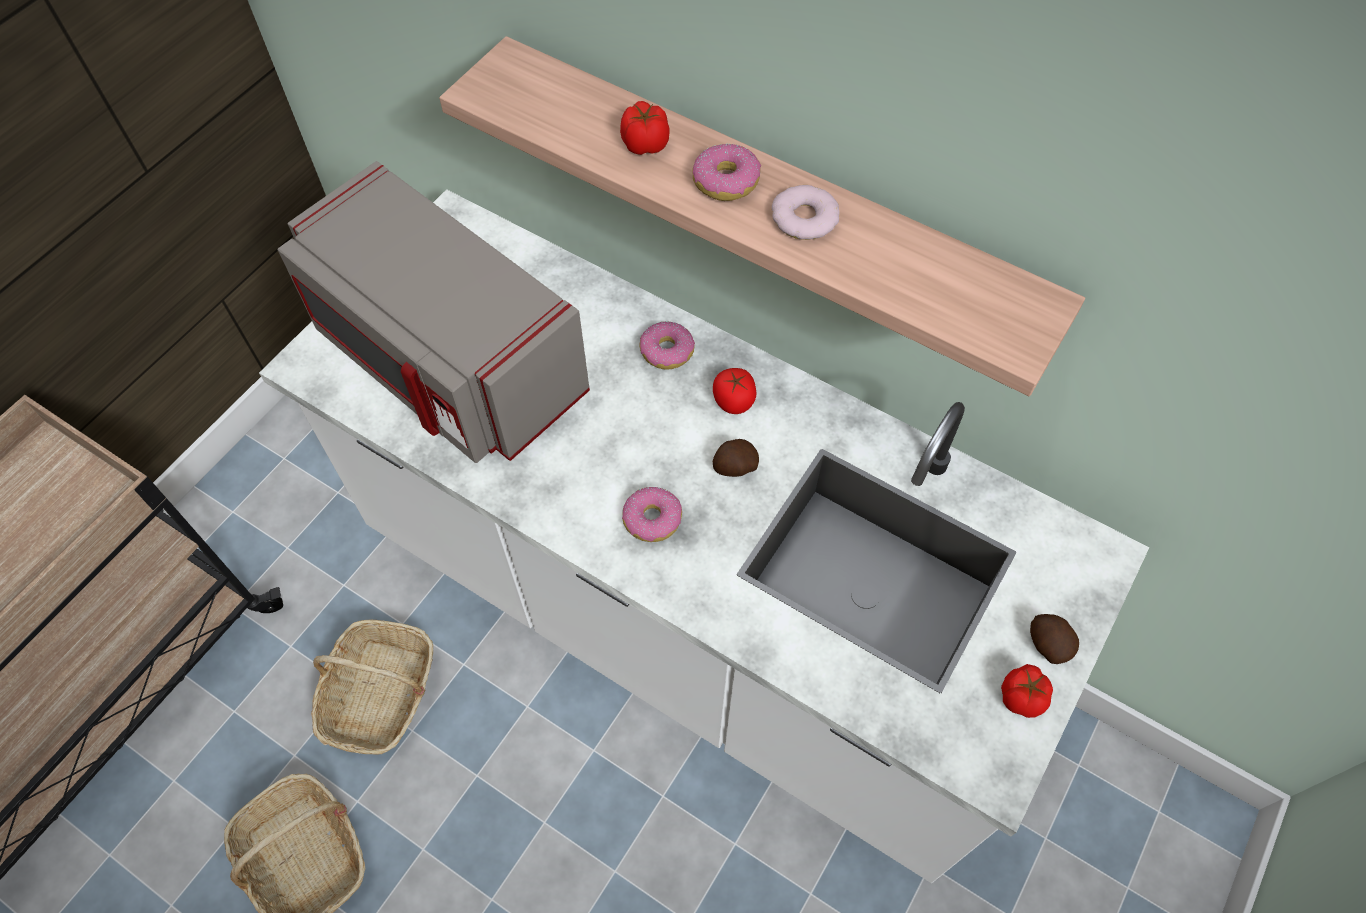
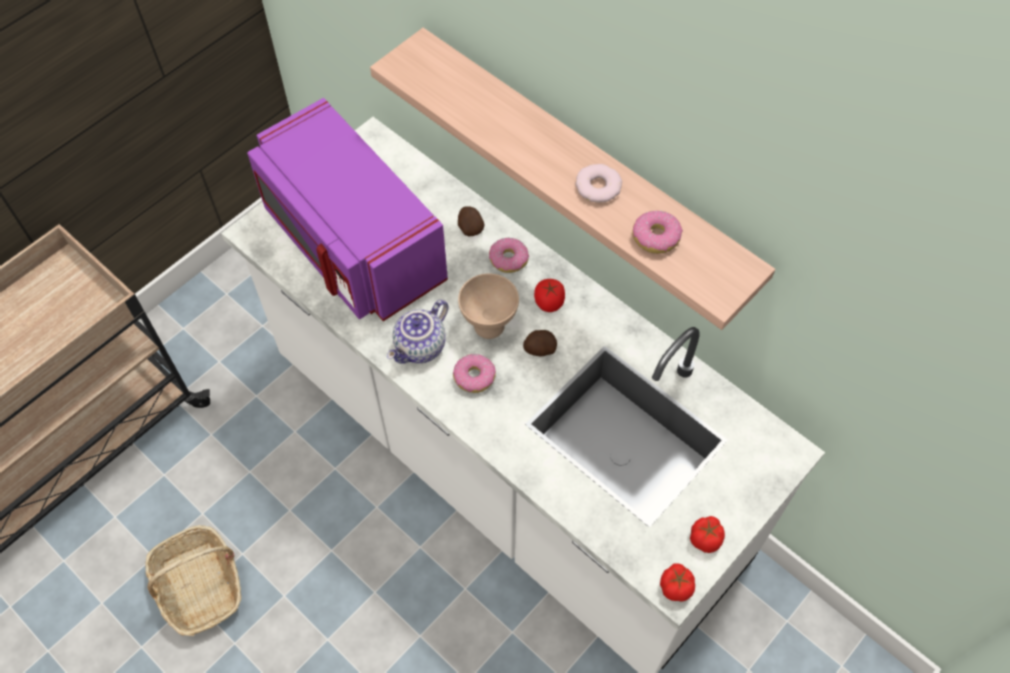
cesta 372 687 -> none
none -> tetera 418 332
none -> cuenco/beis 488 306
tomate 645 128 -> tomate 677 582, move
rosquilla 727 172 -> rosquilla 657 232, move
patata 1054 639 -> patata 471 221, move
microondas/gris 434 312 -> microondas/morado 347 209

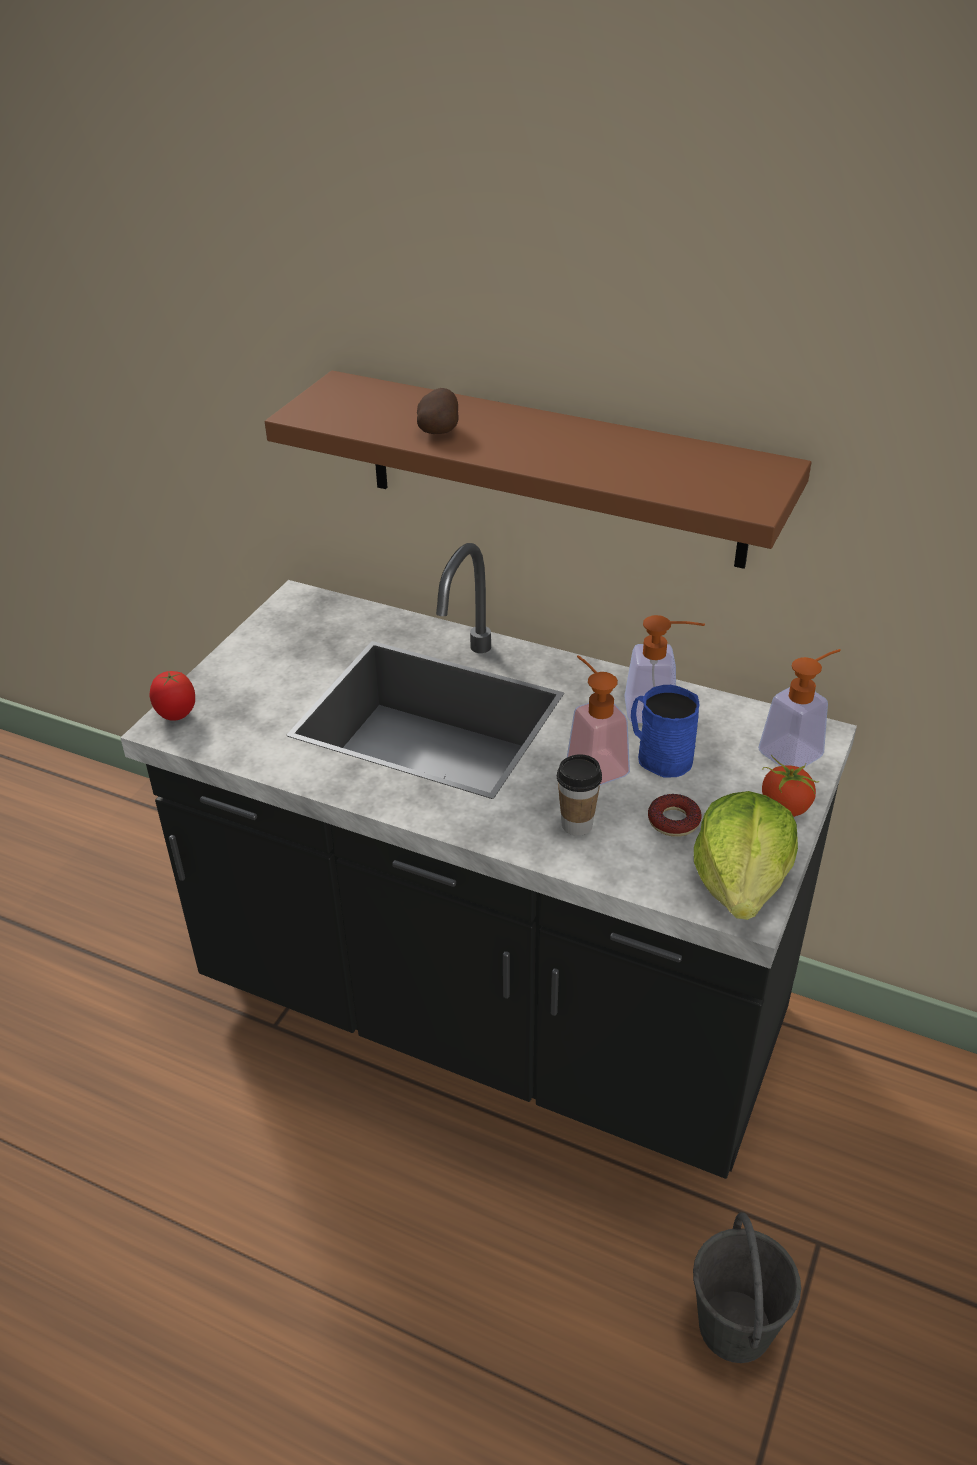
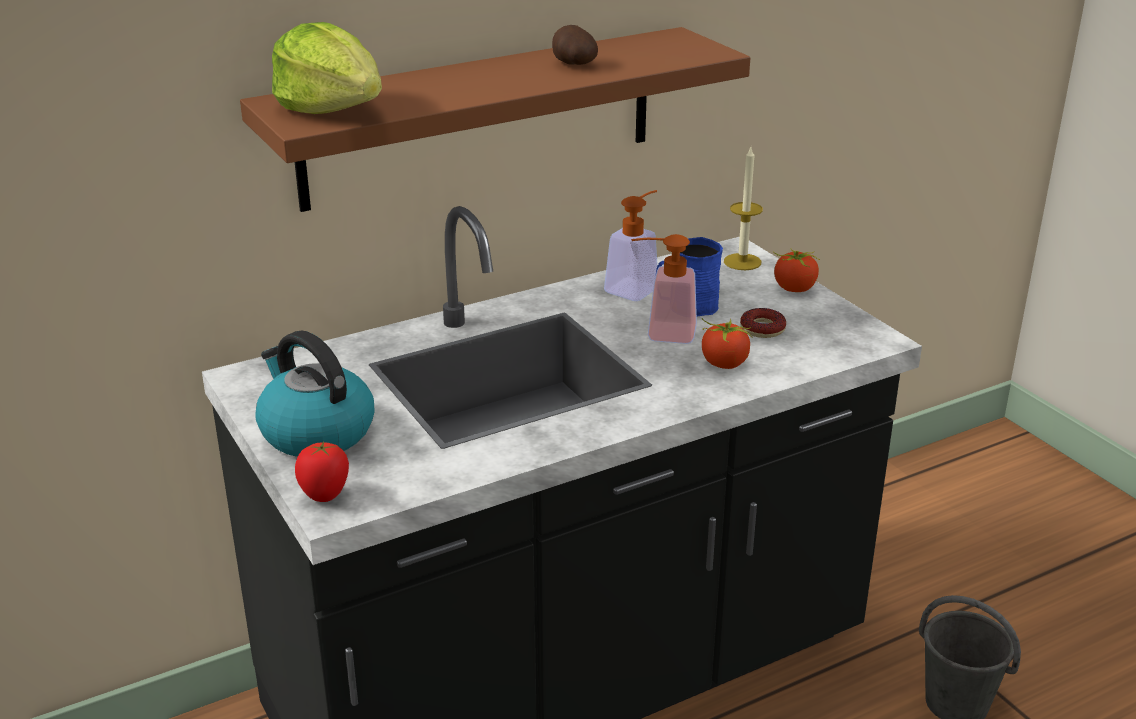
none -> hervidor 314 393
patata 438 411 -> patata 575 45, move
lechuga 746 855 -> lechuga 327 68, move
taza 579 795 -> tomate 727 343
dispensador de jabón 799 708 -> vela 743 208

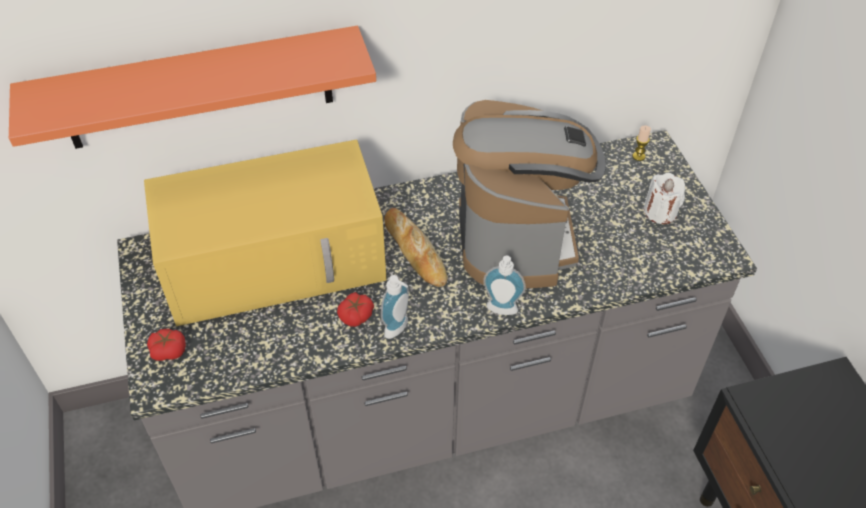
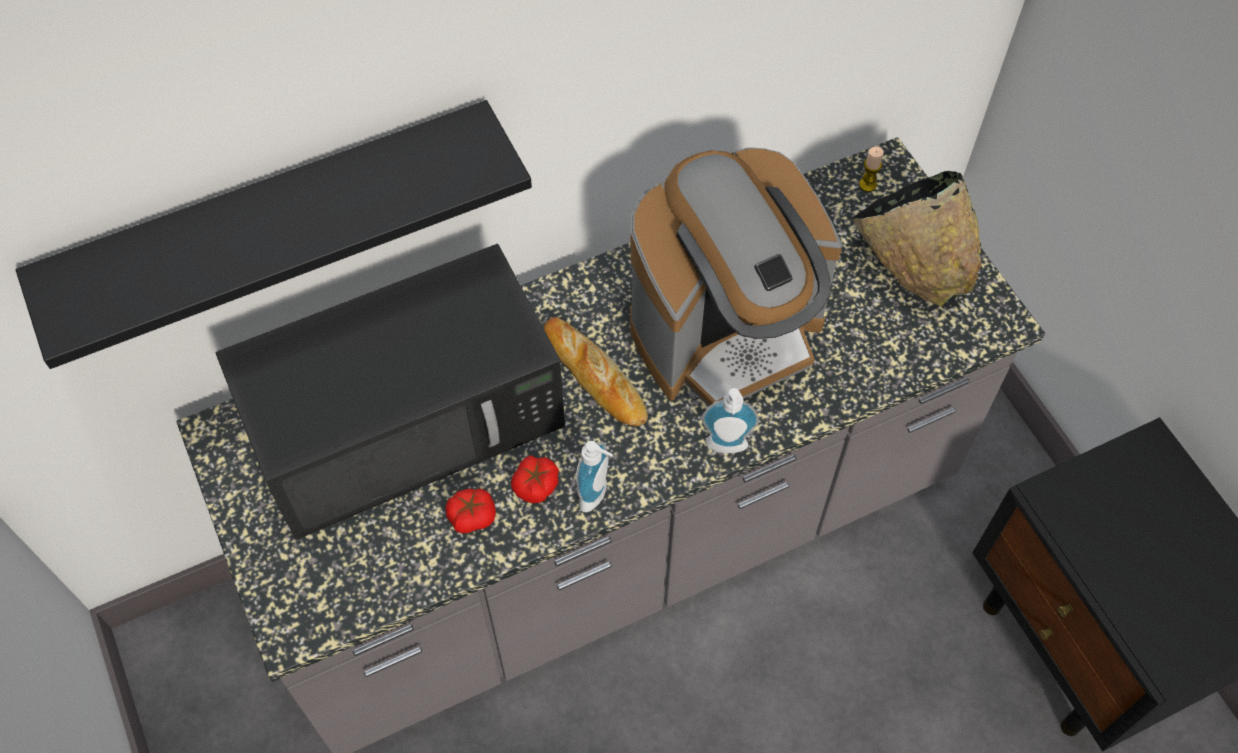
tomate 166 345 -> tomate 471 511, move
vela/blanco 664 198 -> cuenco/negro 917 238
estante/naranja 192 87 -> estante/negro 274 234
microondas/amarillo 265 232 -> microondas/negro 390 392
cafetera 529 194 -> cafetera 736 276, 75 degrees clockwise

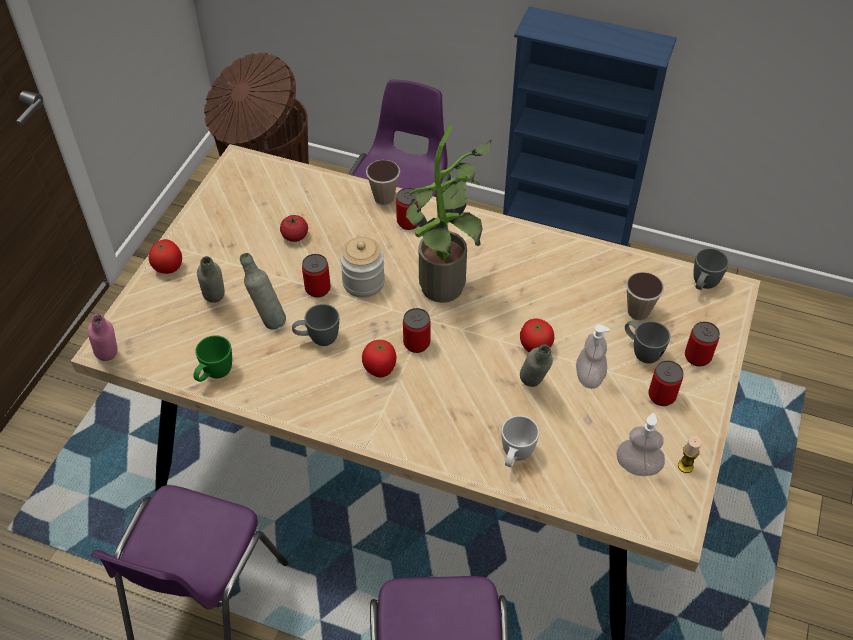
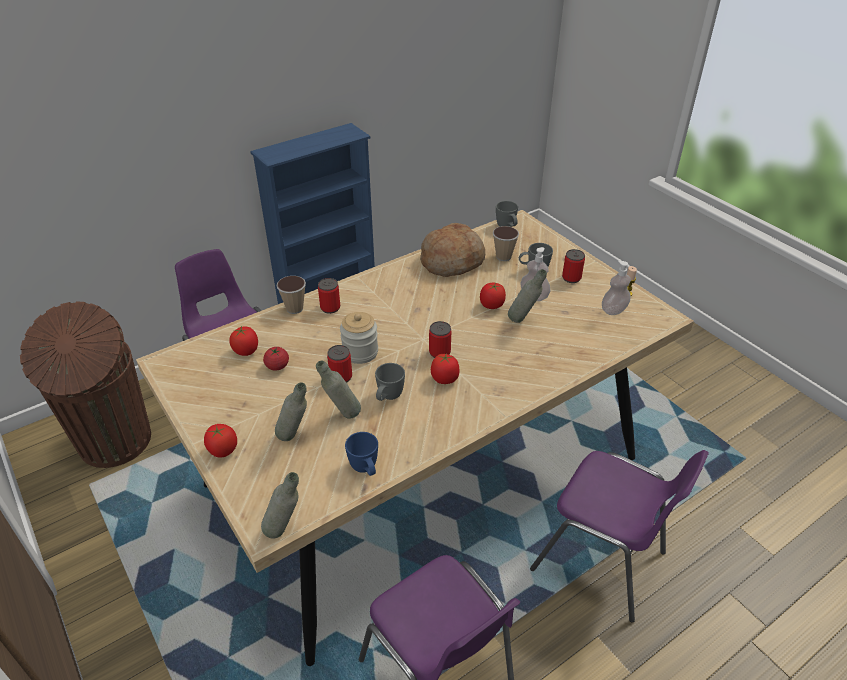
planta en maceta 449 214 -> none
taza grande/blanco 520 441 -> none
lata 702 344 -> none
none -> tomate 243 341
none -> pan 452 250
botella/rosa 102 337 -> botella/gris 280 505
taza grande/verde 212 358 -> taza grande/azul 361 454

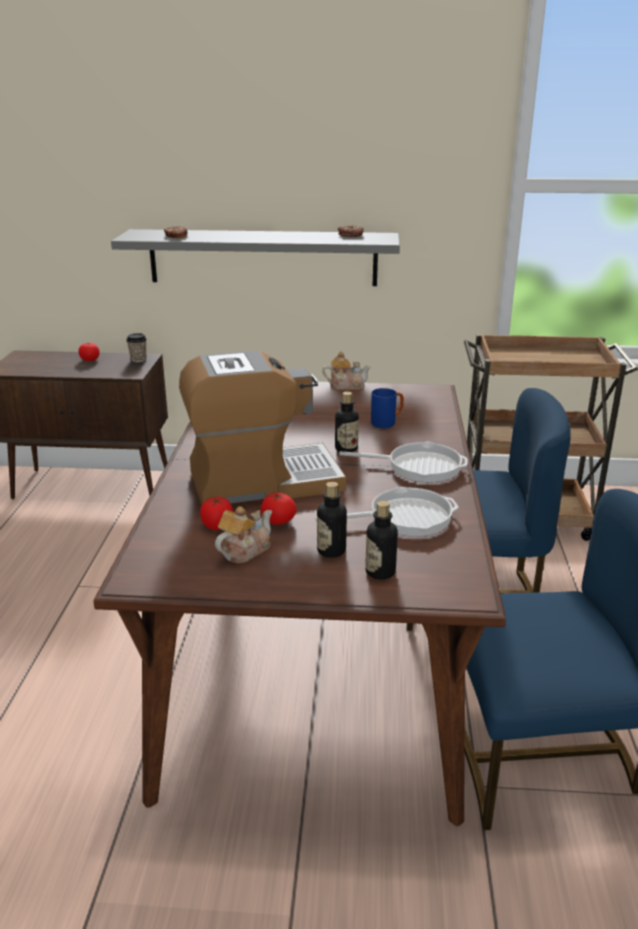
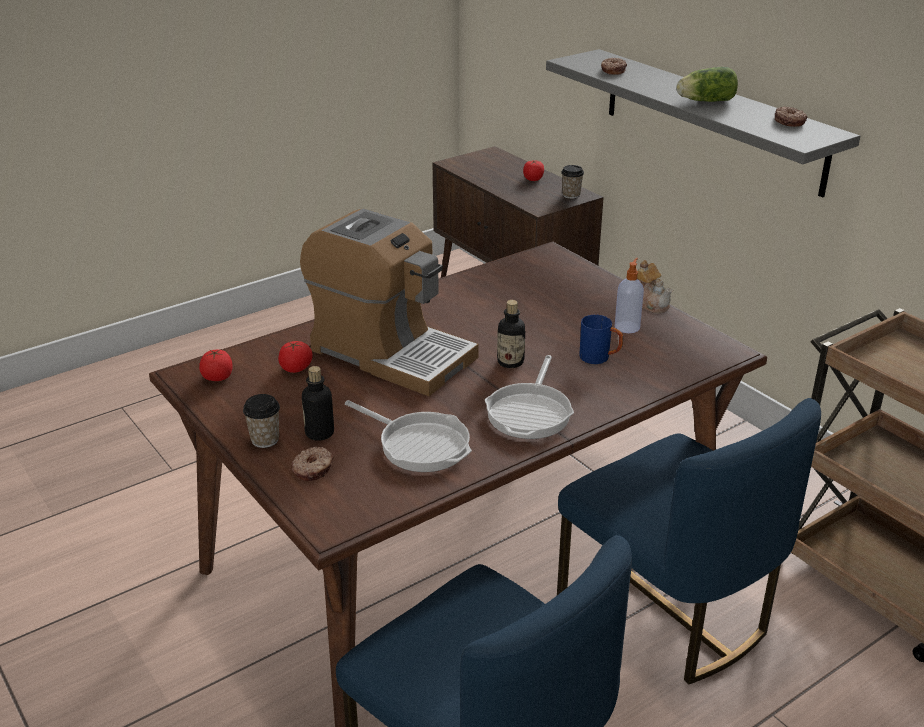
tetera 243 534 -> none
none -> taza 261 421
none -> dispensador de jabón 629 295
none -> lechuga 707 84
tomate 278 509 -> tomate 216 365, move
botella 381 540 -> rosquilla 312 464
sartén 403 462 -> sartén 529 397, 45 degrees clockwise

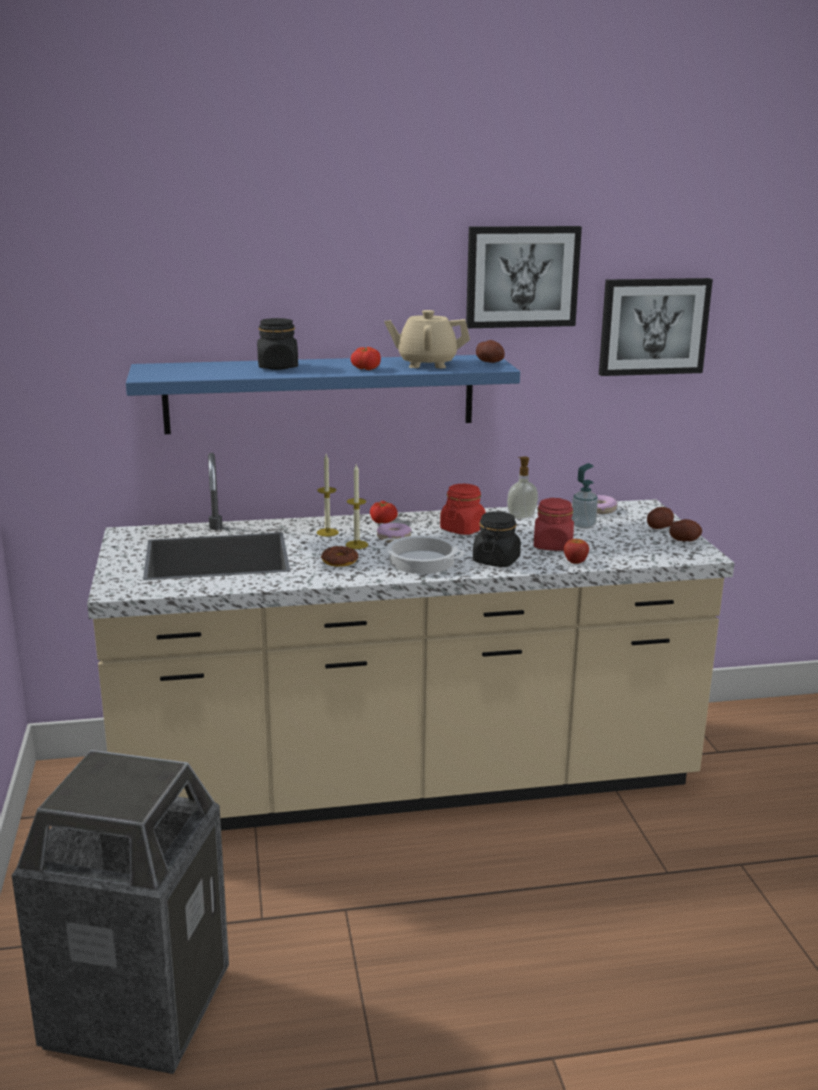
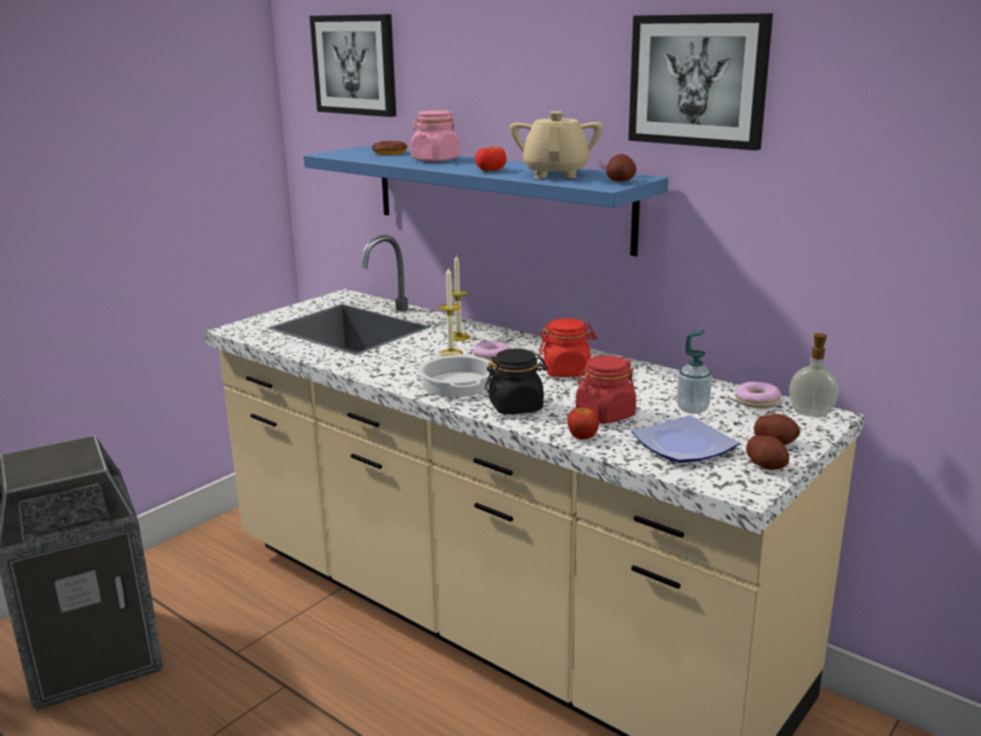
tomate 384 512 -> none
none -> plato 685 439
rosquilla 339 556 -> rosquilla 389 148, move
dispensador de jabón 522 488 -> dispensador de jabón 813 375, move
cuadro 656 327 -> cuadro 353 65, move
tarro/negro 277 344 -> tarro/rosa 435 136
tetera/beis 427 339 -> tetera/beis 556 144, 45 degrees clockwise

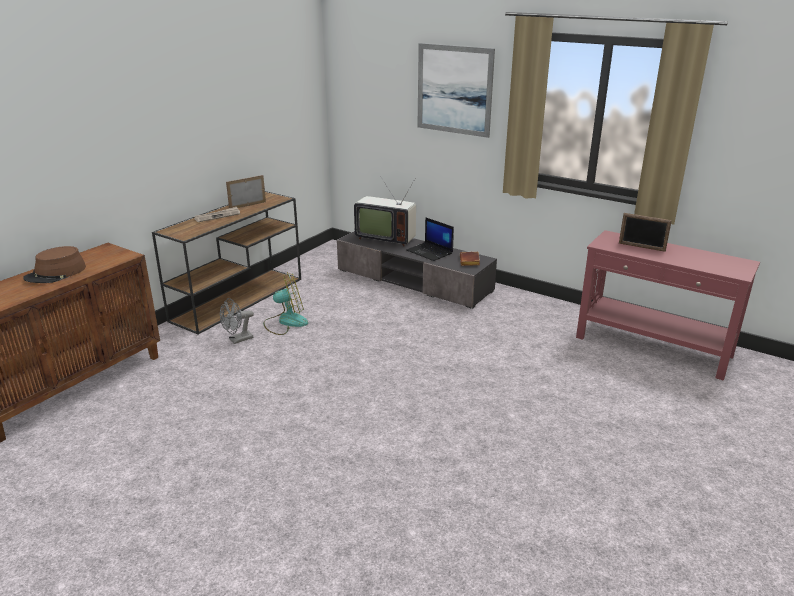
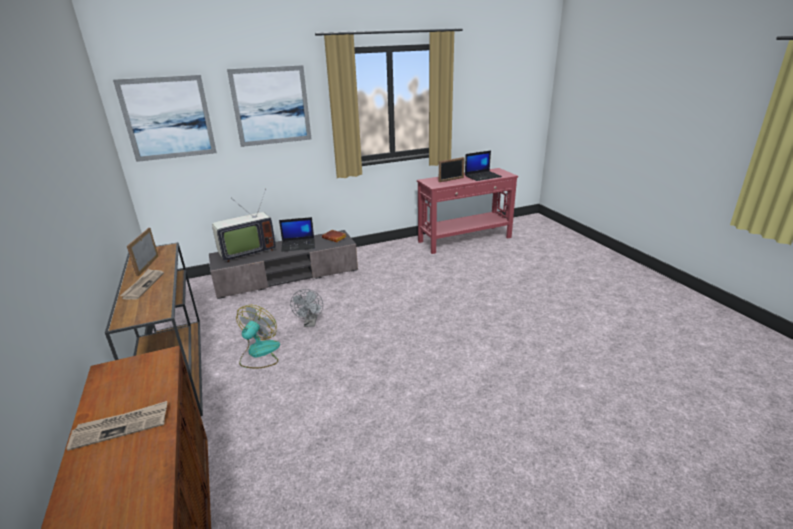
none -> cuadro 165 118
none -> portátil 483 166
ventilador/gris 237 321 -> ventilador/gris 306 308, move
sombrero/marrón 54 264 -> periódico 117 426

